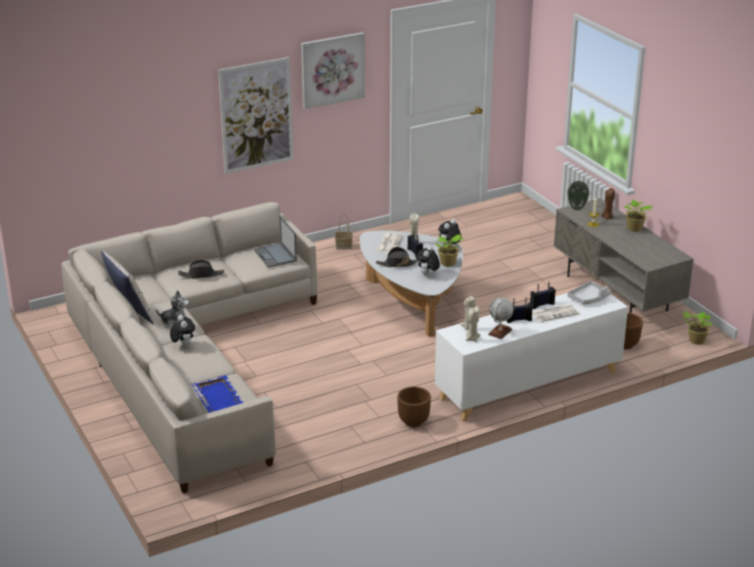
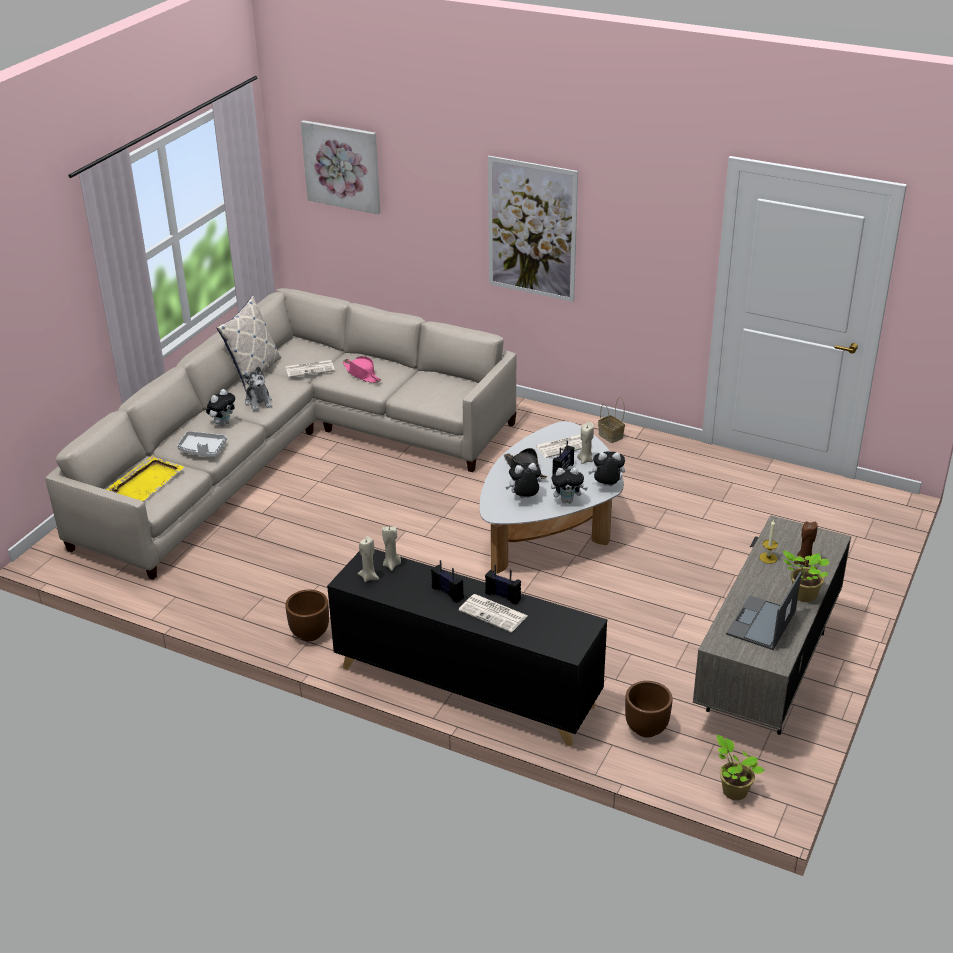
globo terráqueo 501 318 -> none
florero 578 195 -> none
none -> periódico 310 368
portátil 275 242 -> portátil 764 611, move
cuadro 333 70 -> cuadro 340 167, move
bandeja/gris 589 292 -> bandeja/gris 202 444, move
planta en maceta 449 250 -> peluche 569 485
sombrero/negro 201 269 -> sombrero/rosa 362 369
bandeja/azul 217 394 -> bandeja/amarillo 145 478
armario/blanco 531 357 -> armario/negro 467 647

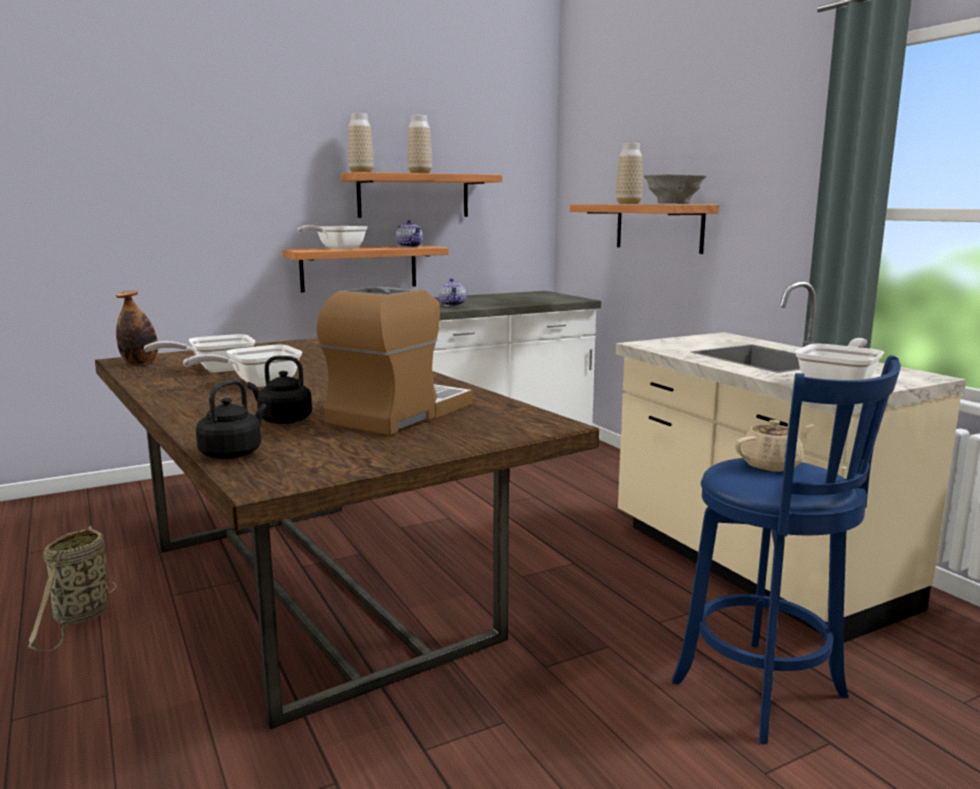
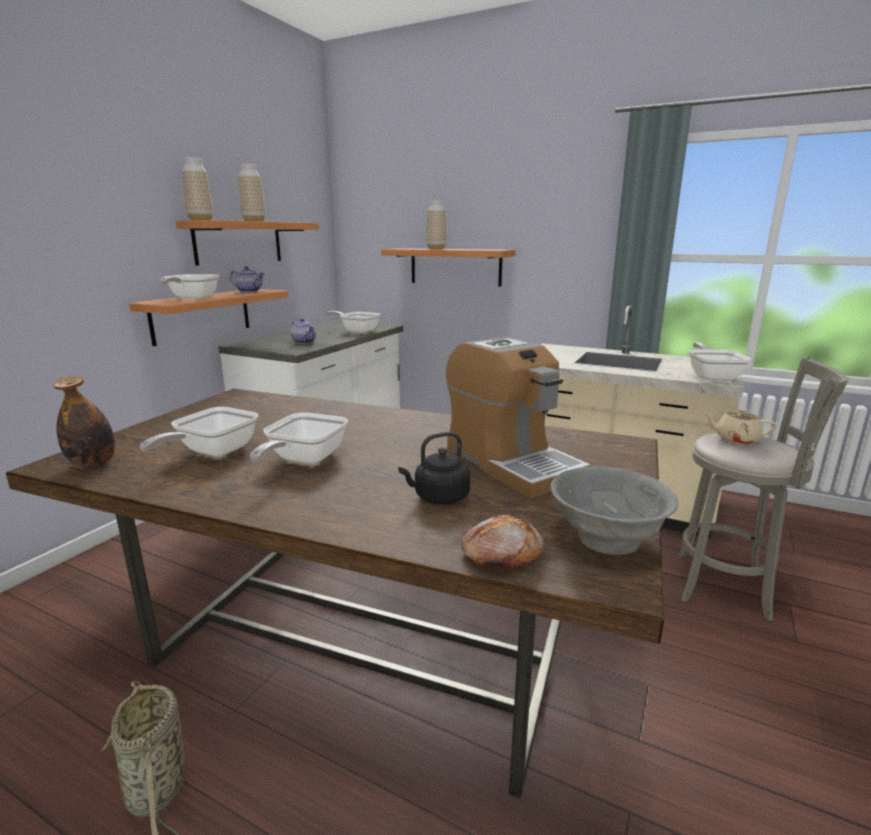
none -> sartén 353 322
cuenco/gris 675 189 -> cuenco/gris 614 510, move
hervidor/negro 231 419 -> pan 502 542
taburete/azul 786 549 -> taburete/gris 763 489
cafetera 394 361 -> cafetera 518 417, 150 degrees clockwise
tetera/beis 774 446 -> tetera/beis 739 427, 105 degrees counterclockwise

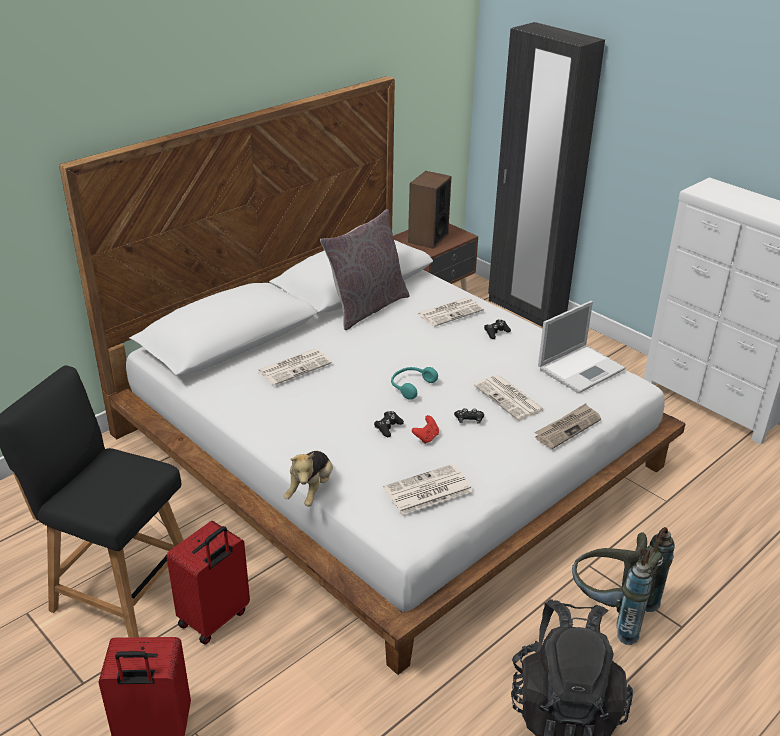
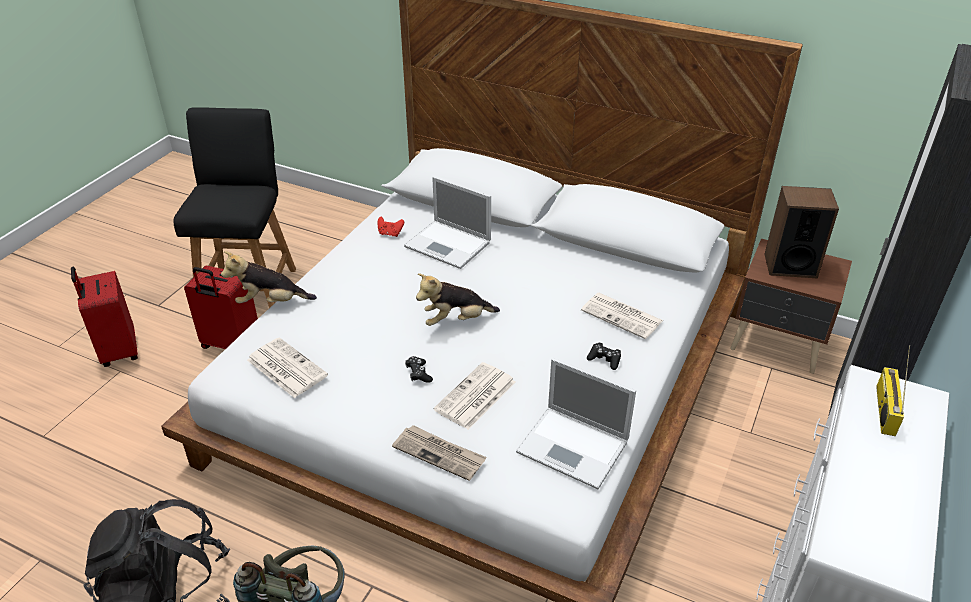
cojín/gris 365 269 -> none
mando de consola/negro 389 424 -> none
none -> radio 893 390
mando de consola/rojo 425 429 -> mando de consola/rojo 390 226, move
periódico 294 367 -> portátil 447 222
auriculares/turquesa 414 383 -> peluche 458 299

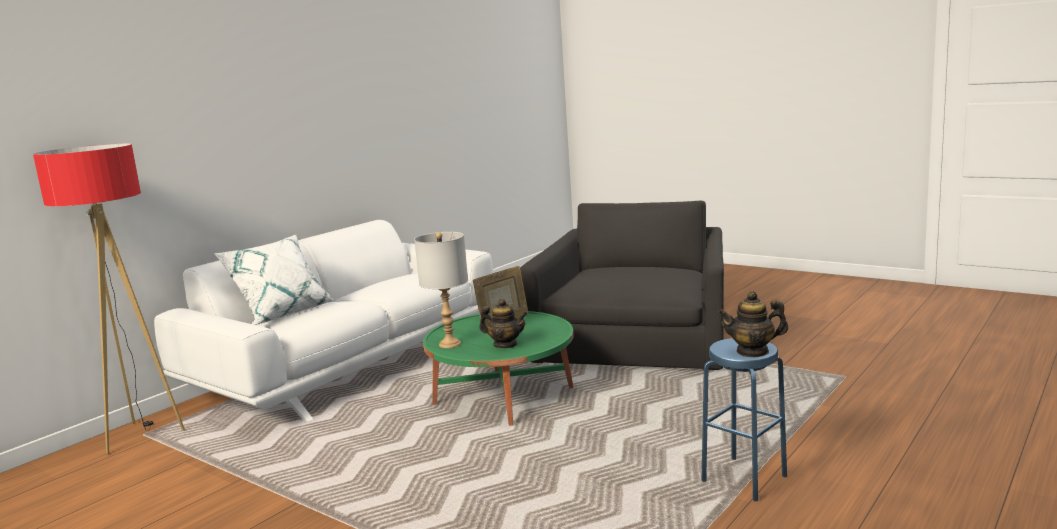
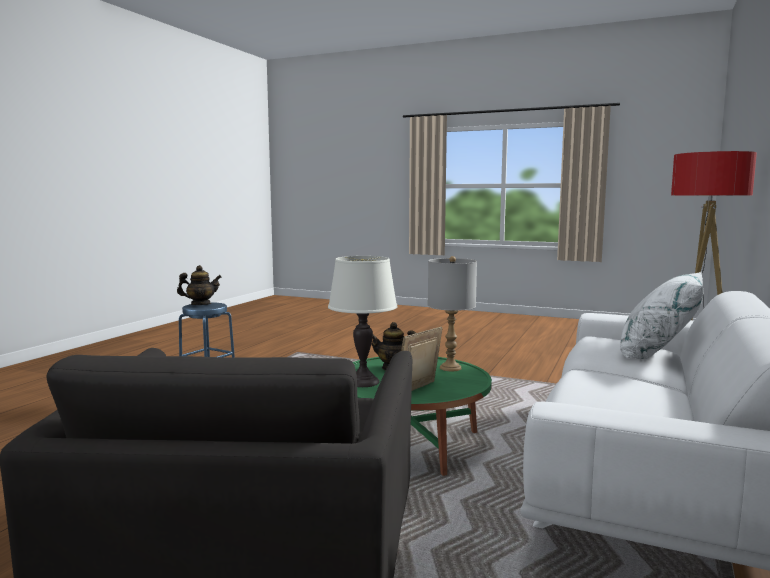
none -> lámpara de mesa/blanco 363 321

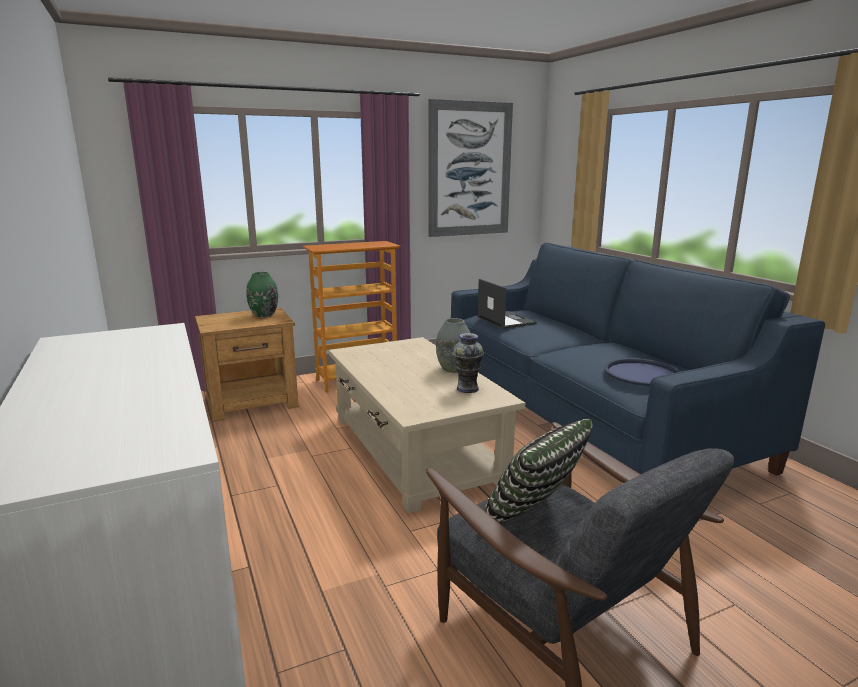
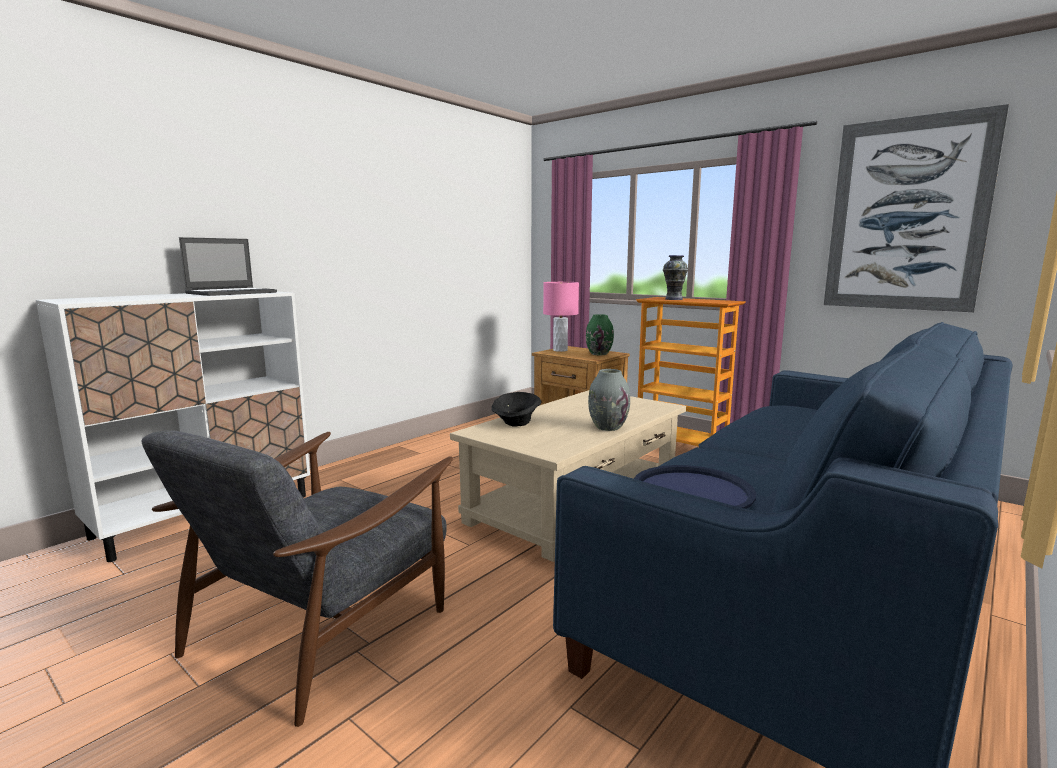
cojín 538 471 -> none
none -> cuenco/negro 516 409
none -> lámpara de mesa/rosa 561 317
florero 468 363 -> florero 675 277, move
portátil 507 304 -> portátil 228 266, move

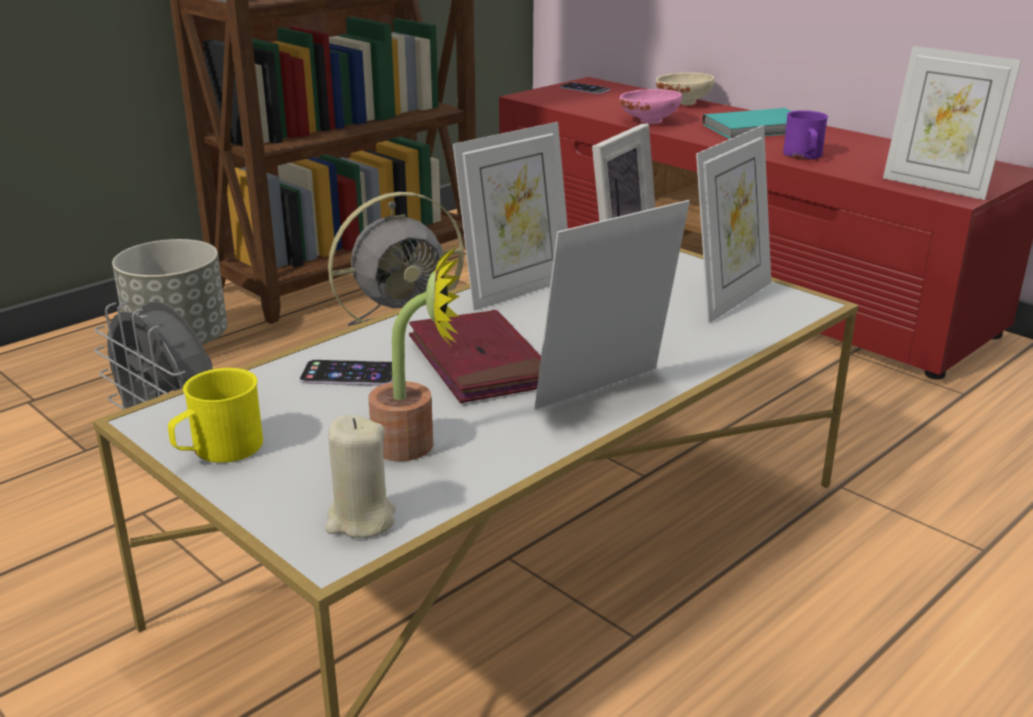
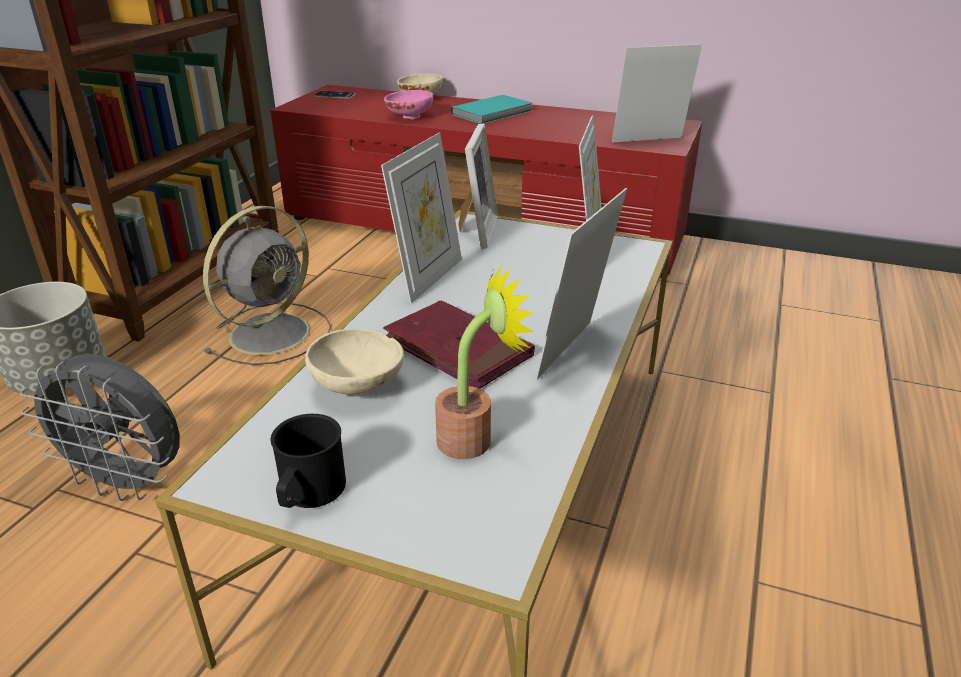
vela/beis 360 476 -> none
taza grande/morado 805 134 -> none
móvil 346 373 -> cuenco/beis 354 361
taza grande/amarillo 215 415 -> taza grande/negro 308 461
portarretratos 952 123 -> portarretratos 657 93, 150 degrees clockwise

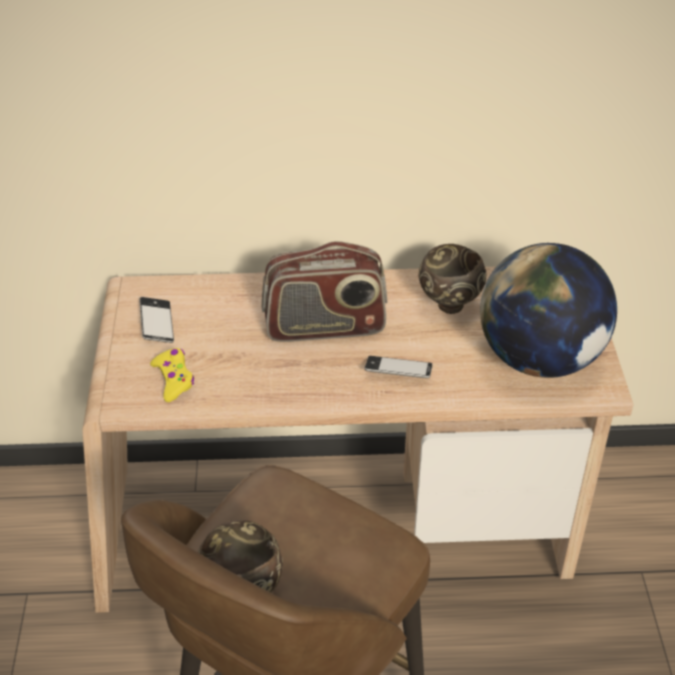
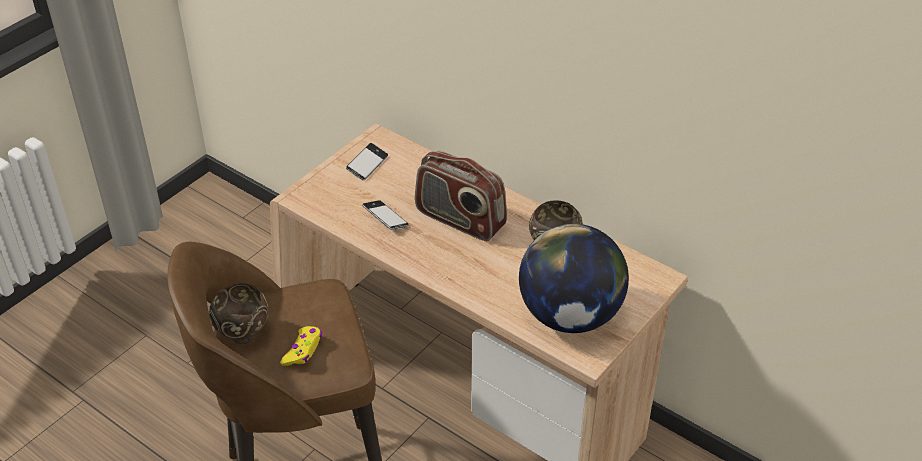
mando de consola/amarillo 172 375 -> mando de consola/amarillo 301 346, move
móvil 398 367 -> móvil 385 215, move

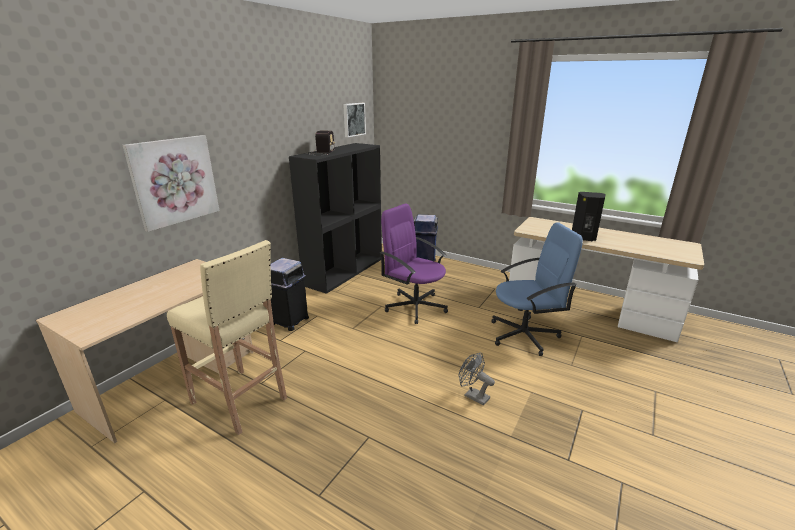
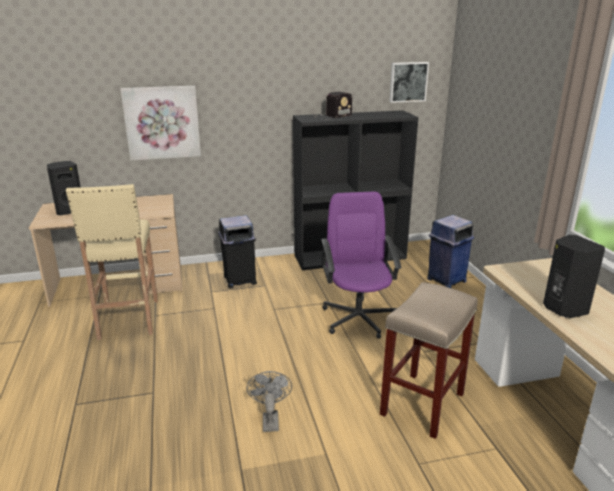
none -> altavoz/negro 64 188
silla de oficina/azul 537 289 -> taburete/beis 429 360

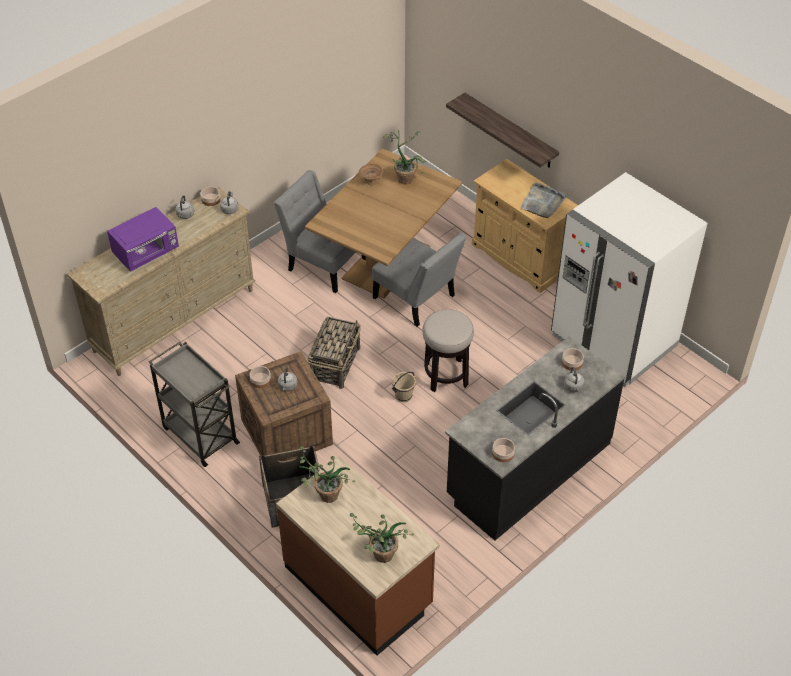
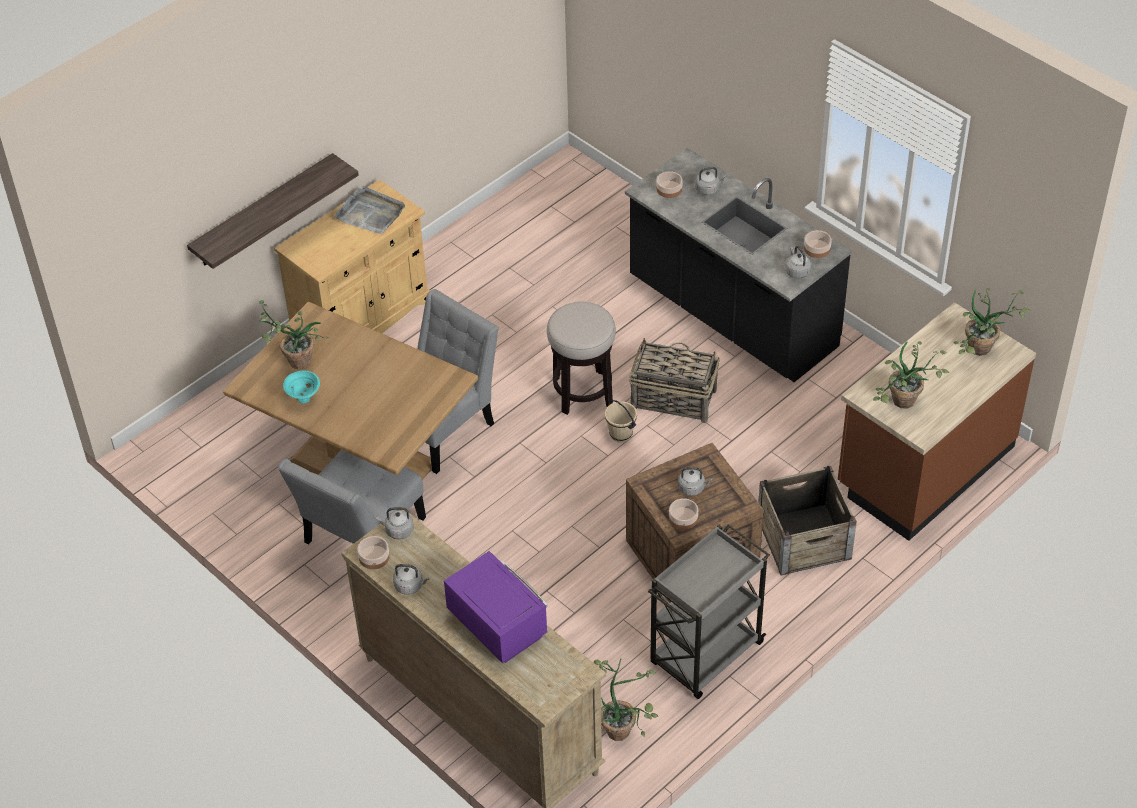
nevera/blanco 629 279 -> none
none -> planta en maceta 626 699
none -> hervidor/gris 798 262
cesta 334 353 -> cesta 674 380, move
cuenco/marrón 371 174 -> cuenco/turquesa 301 387

